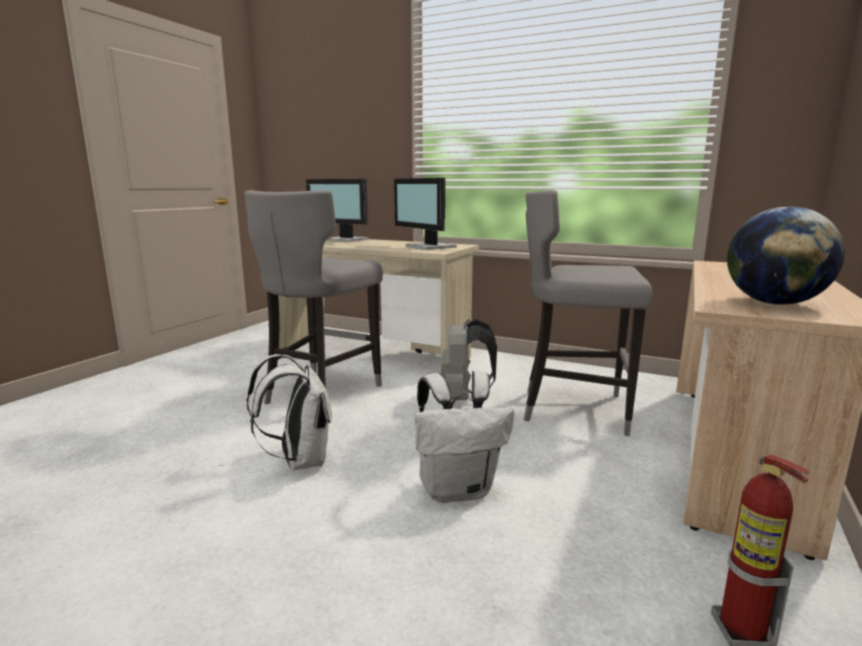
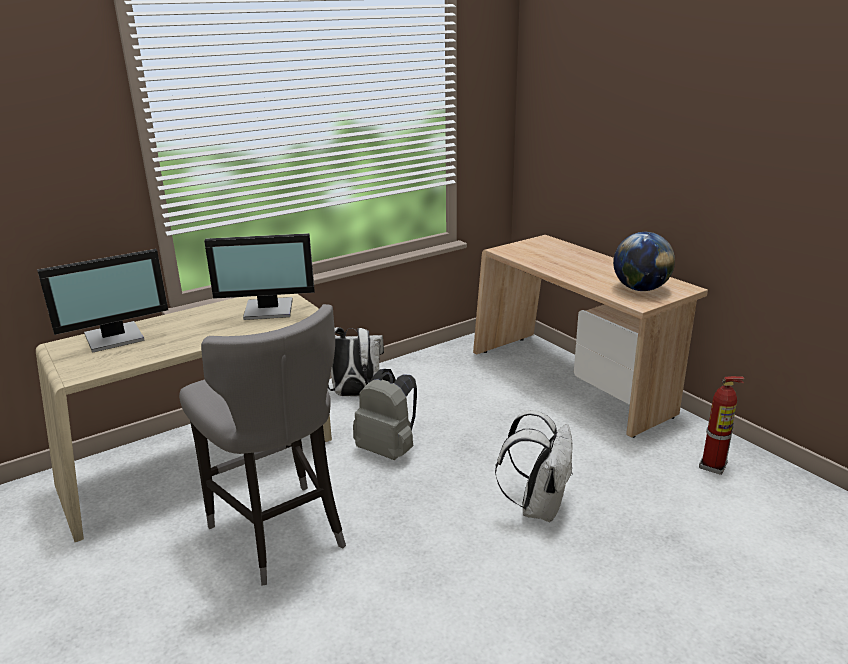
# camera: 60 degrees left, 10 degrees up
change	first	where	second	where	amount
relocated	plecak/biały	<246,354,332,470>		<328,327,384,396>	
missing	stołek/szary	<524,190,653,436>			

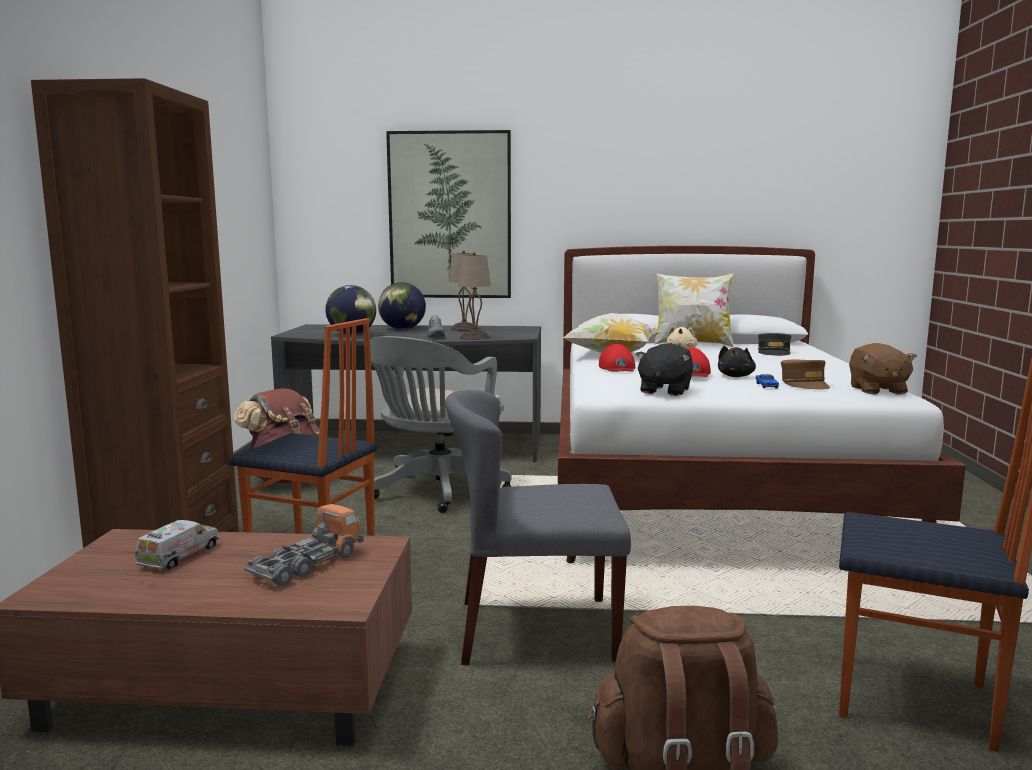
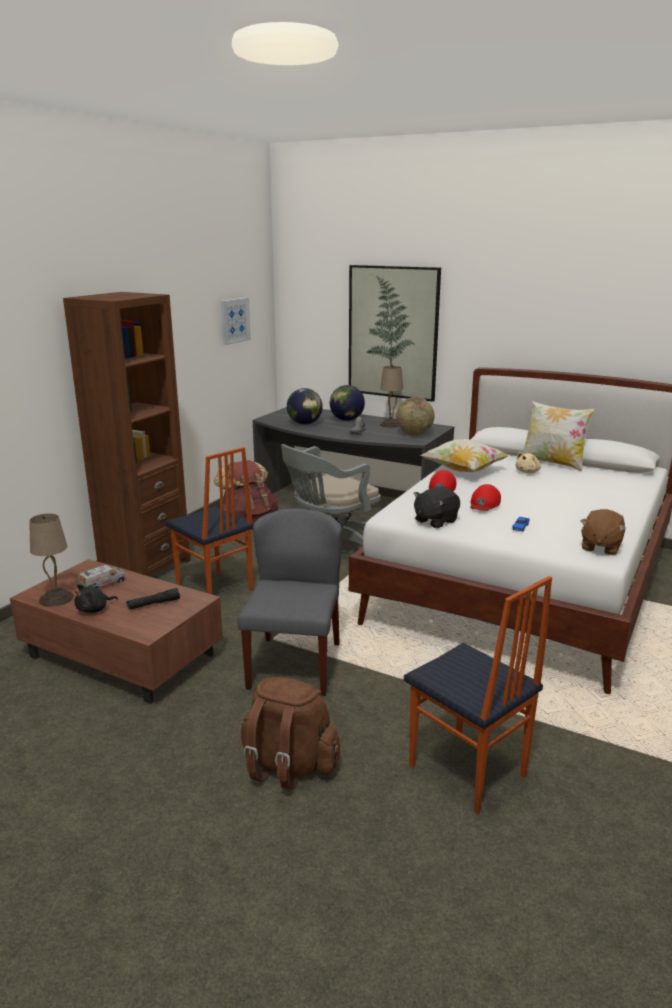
# camera: 25 degrees right, 10 degrees up
change	first	where	second	where	amount
relocated	lampa stołowa/beżowy	<458,252,491,340>		<29,514,74,607>	
relocated	pluszak/czarny	<718,346,756,377>		<75,584,118,613>	
exchanged	ciężarówka zabawkowa	<245,504,364,586>	latarka/czarny	<126,588,180,609>	
appeared			obraz	<221,297,251,345>	
spun	krzesło/szary	<445,390,631,665>		<237,508,342,696>	75 degrees clockwise
appeared			globus	<396,397,434,435>	
missing	czapka z daszkiem/szary	<758,333,791,356>			
missing	czapka z daszkiem/brązowy	<781,360,830,389>			

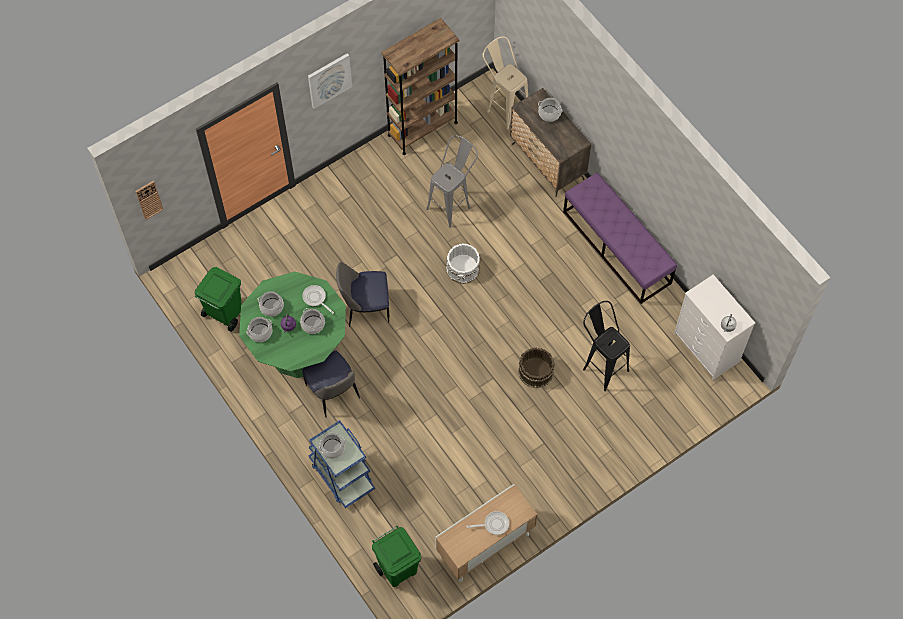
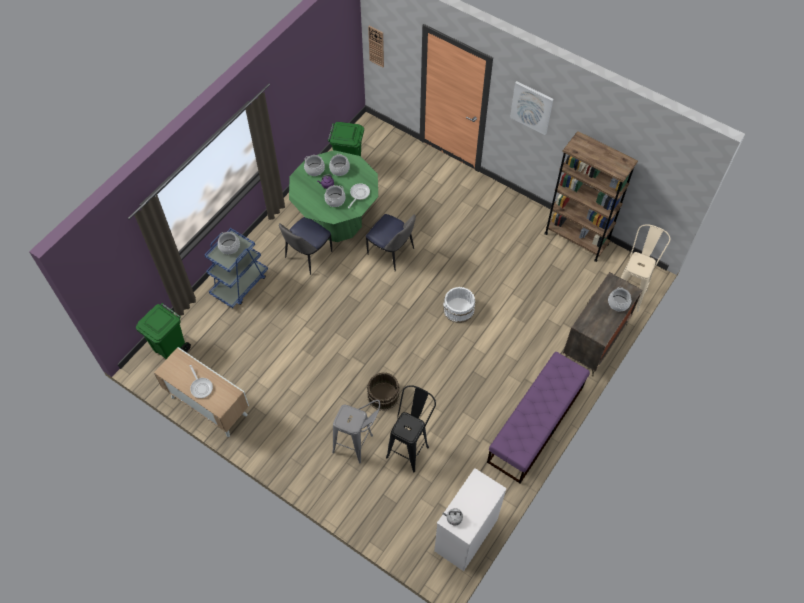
# camera: 70 degrees right, 5 degrees down
change	first	where	second	where	amount
relocated	stołek/szary	<426,135,478,228>		<332,400,380,463>	
spun	krzesło	<336,262,389,327>		<366,214,416,272>	150 degrees clockwise

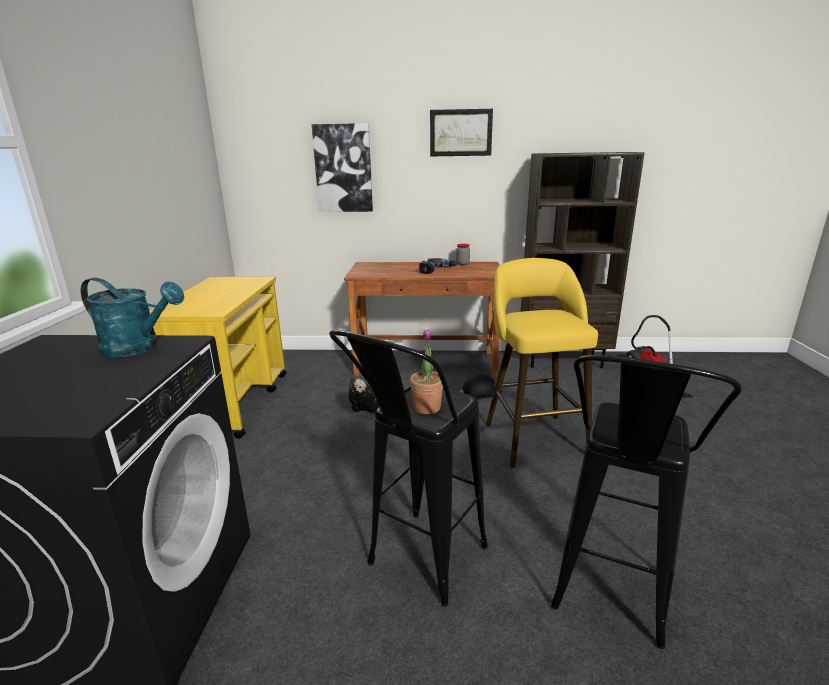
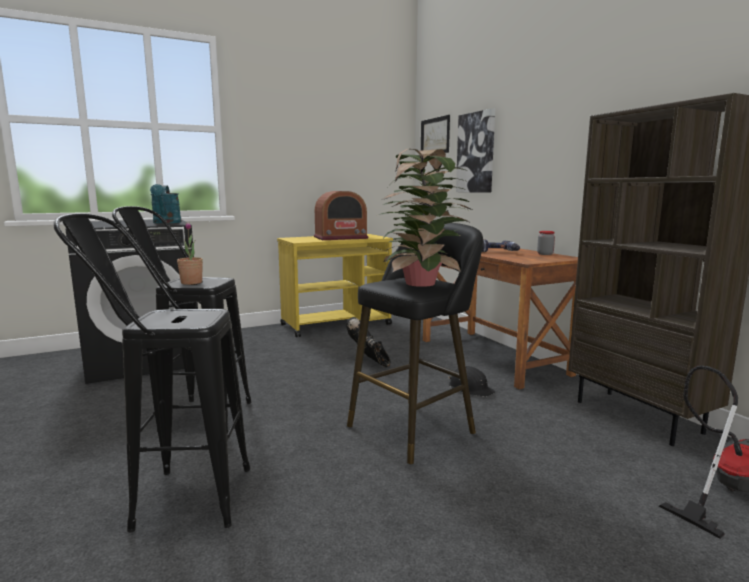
# camera: 60 degrees right, 10 degrees down
change	first	where	second	where	amount
appeared			radio	<314,191,368,240>	
colour	stołek/żółty	<486,258,598,468>	stołek/czarny	<347,223,483,464>	
appeared			roślina doniczkowa	<376,149,472,287>	
relocated	obraz	<430,109,493,157>		<421,115,450,153>	

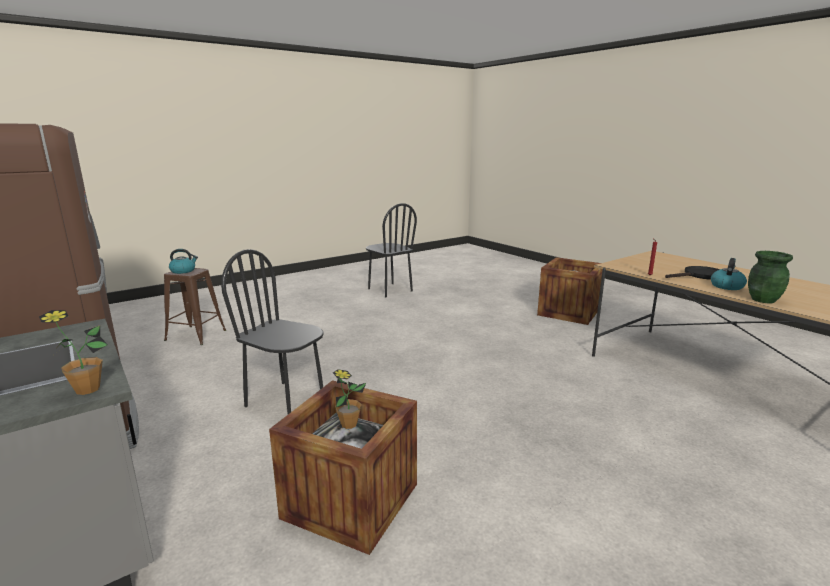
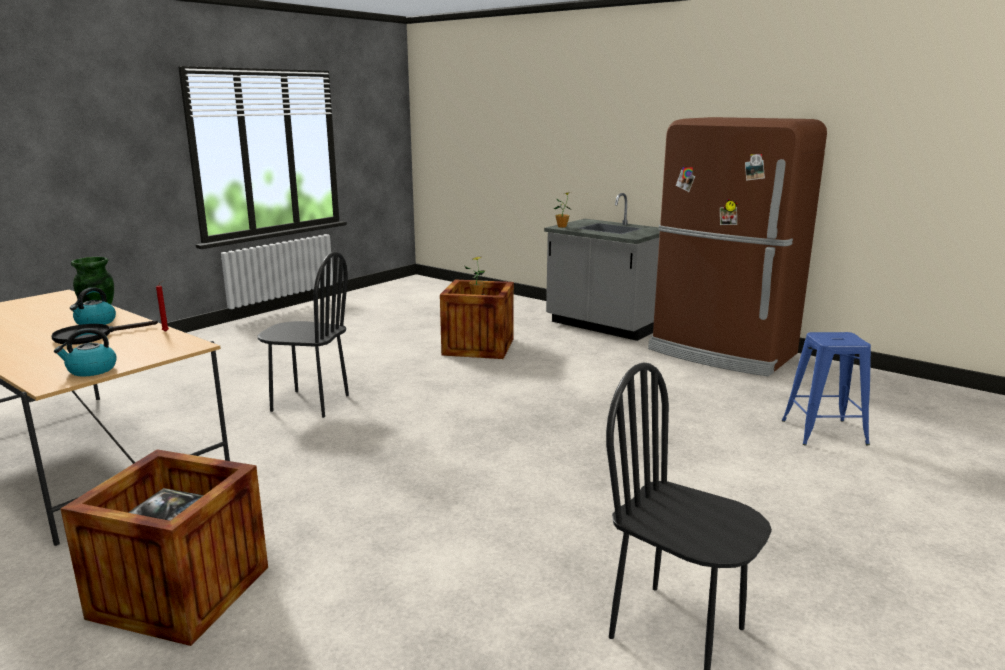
# camera: 165 degrees right, 0 degrees up
change	first	where	second	where	amount
relocated	czajnik	<169,249,198,274>		<54,328,117,376>	
relocated	krzesło/czarny	<221,249,324,414>		<258,251,349,418>	
colour	stołek/brązowy	<164,268,226,345>	stołek/niebieski	<782,332,871,446>	

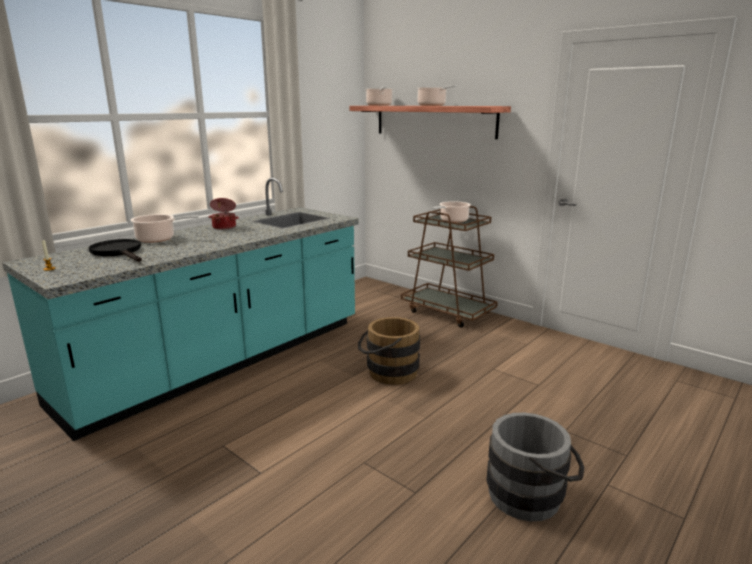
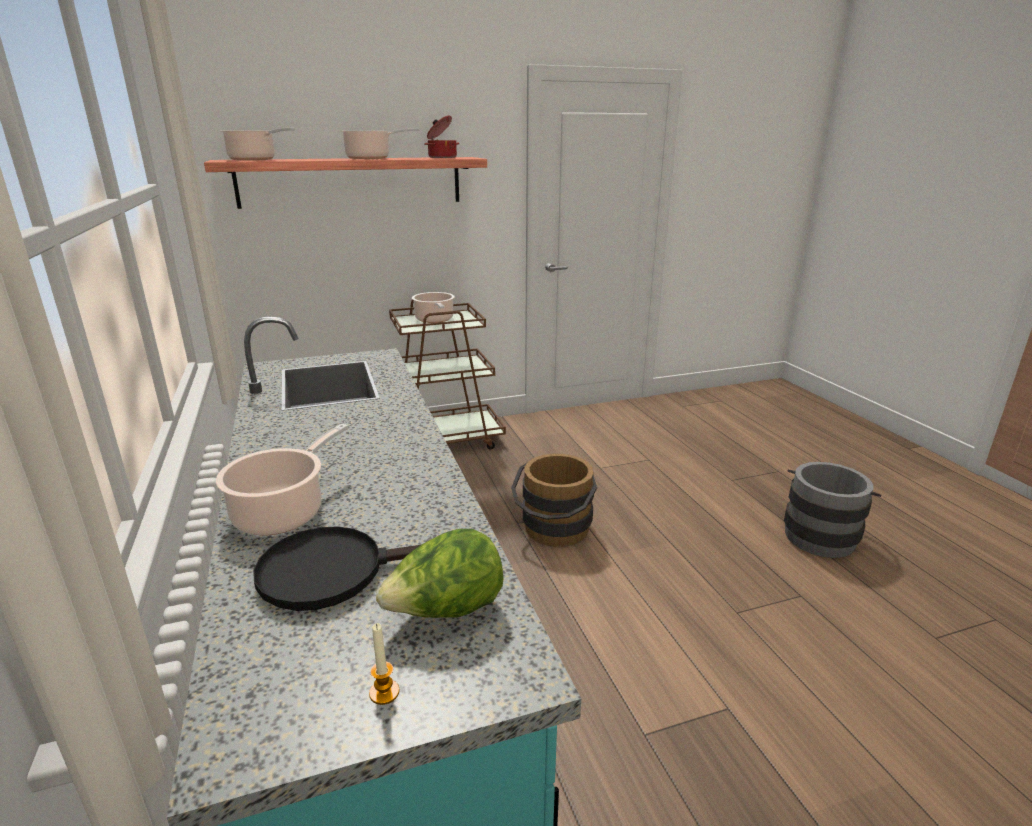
# camera: 60 degrees left, 5 degrees up
change	first	where	second	where	amount
appeared			sałata	<376,529,504,618>	
relocated	garnek	<208,198,239,230>		<424,116,459,158>	

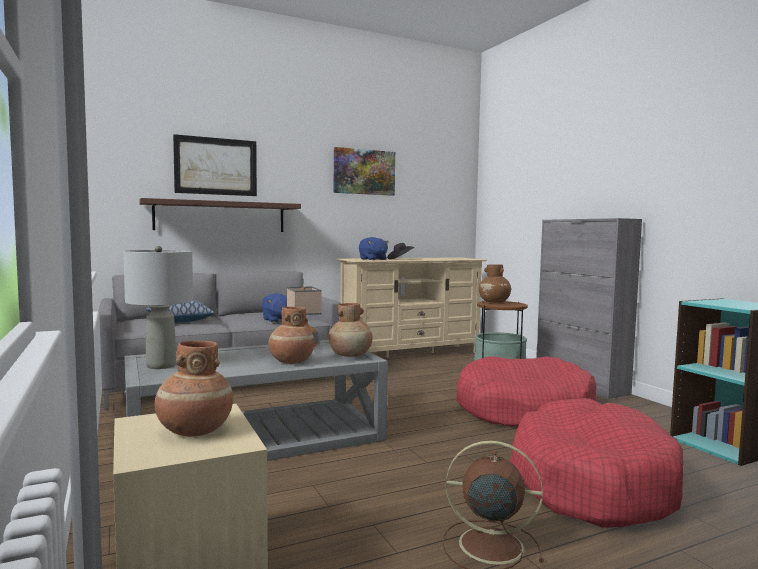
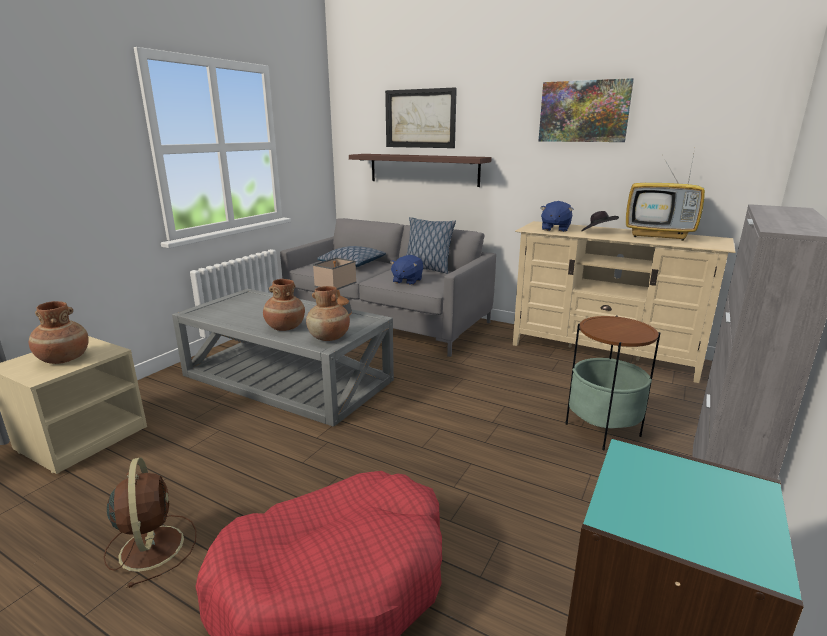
# camera: 55 degrees right, 15 degrees up
change	first	where	second	where	amount
appeared			poduszka	<406,217,456,274>	
appeared			telewizor	<626,149,705,241>	
missing	lampa stołowa/szary	<123,246,193,369>			
missing	legowisko/czerwony	<456,356,596,427>			
missing	wazon/brązowy	<479,264,511,303>			

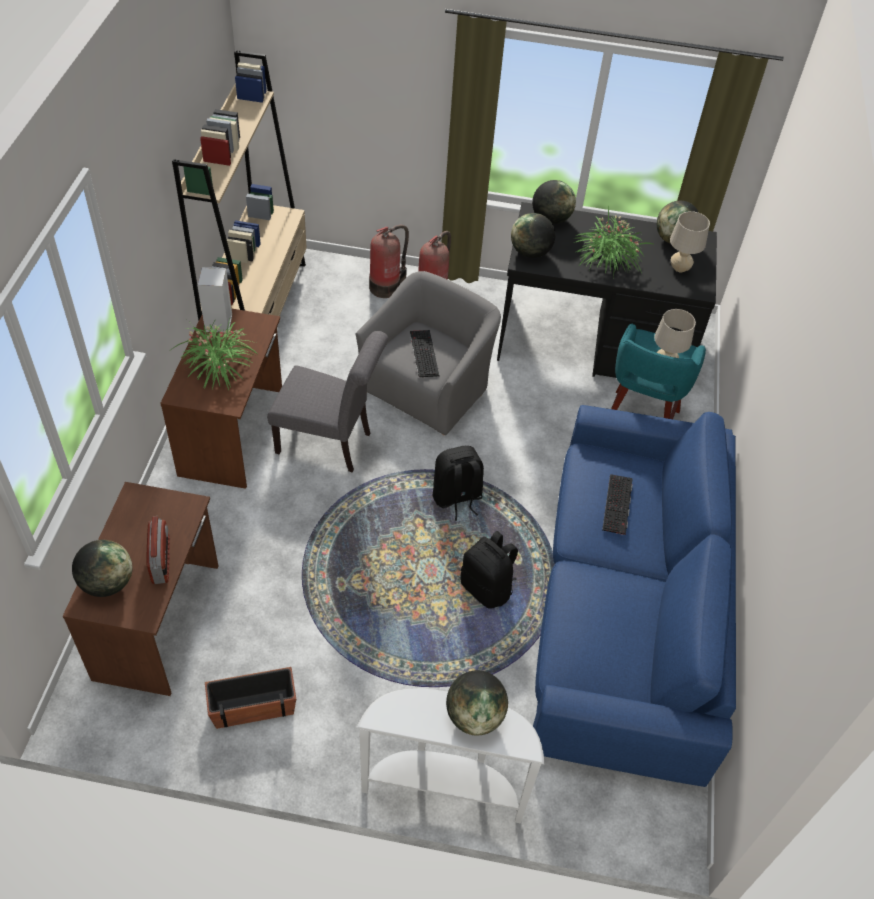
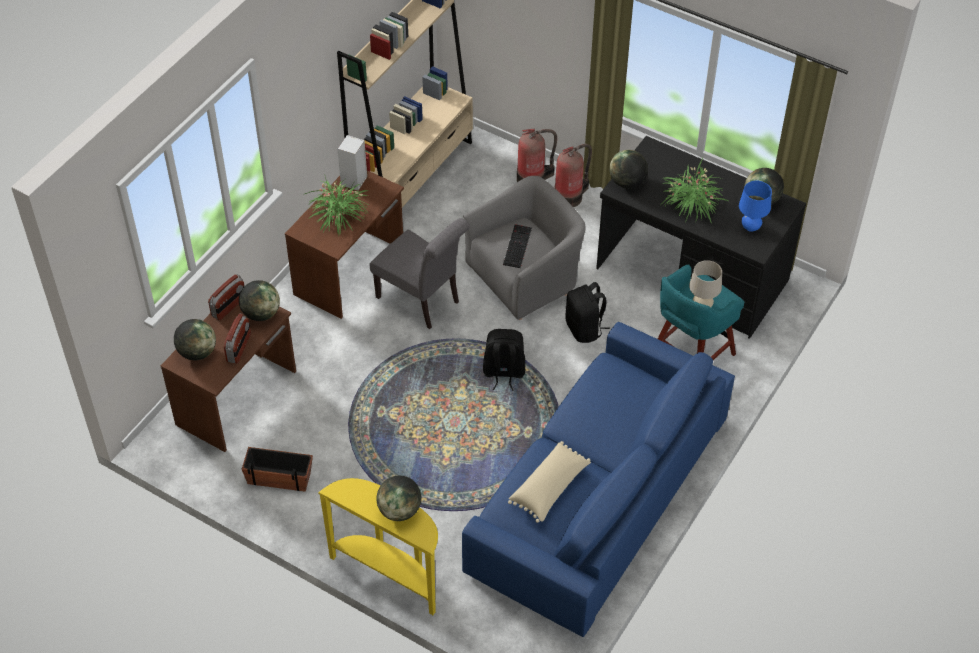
# camera: 25 degrees right, 0 degrees up
change	first	where	second	where	amount
appeared			radio	<208,274,245,321>	
relocated	globus	<532,180,576,224>		<239,280,280,321>	
colour	stolik konsolowy/biały	<356,688,545,824>	stolik konsolowy/żółty	<318,478,438,615>	
appeared			poduszka/beżowy	<508,441,591,523>	
relocated	plecak/czarny	<460,531,518,609>		<565,282,610,343>	
colour	lampa stołowa/beżowy	<670,211,710,272>	lampa stołowa/niebieski	<739,181,772,232>	
missing	klawiatura	<602,474,633,535>			

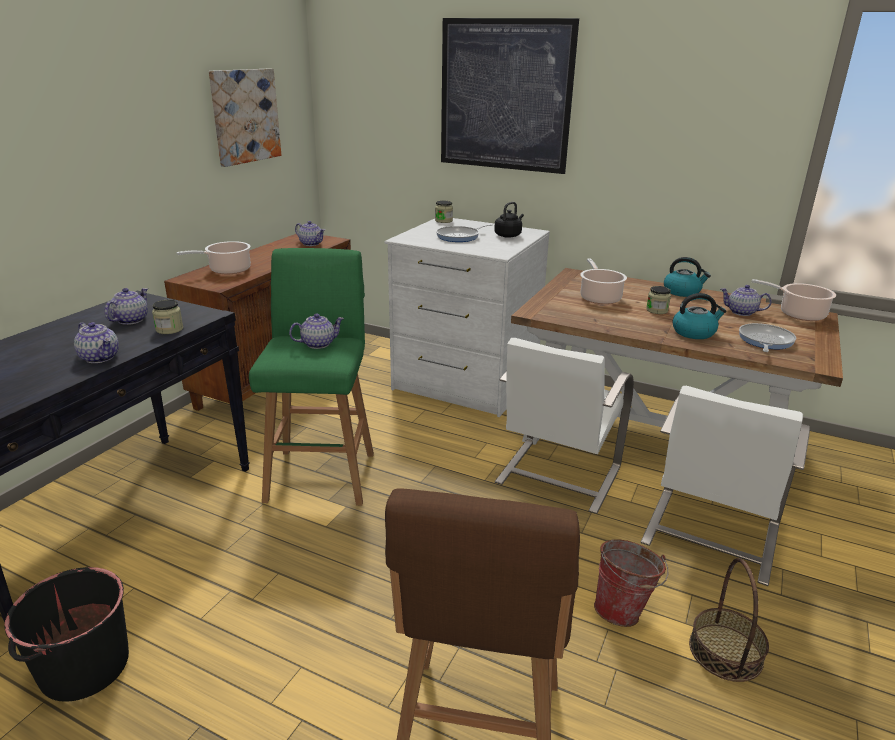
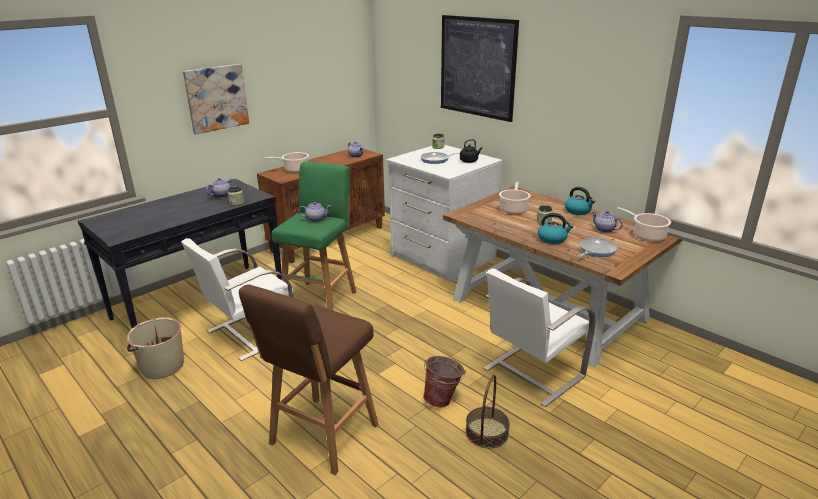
# camera: 20 degrees right, 0 degrees up
change	first	where	second	where	amount
colour	wiadro/czarny	<4,567,129,702>	wiadro/beżowy	<126,317,184,379>	
relocated	krzesło/biały	<495,338,634,514>		<181,238,293,361>	
relocated	obraz	<209,69,281,167>		<183,64,249,134>	
missing	imbryk	<74,322,119,363>			

